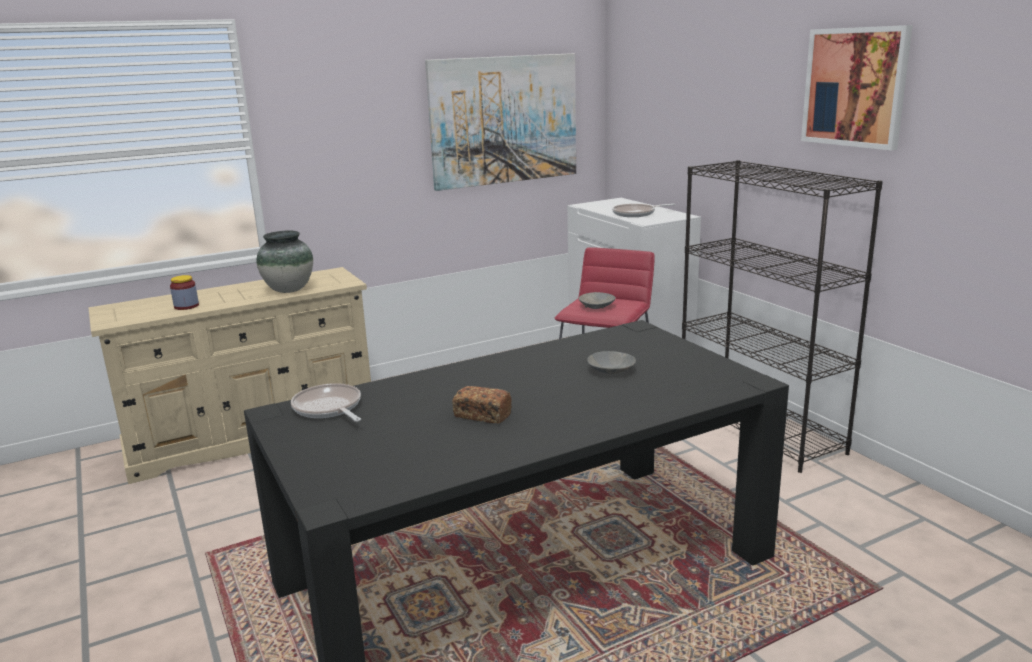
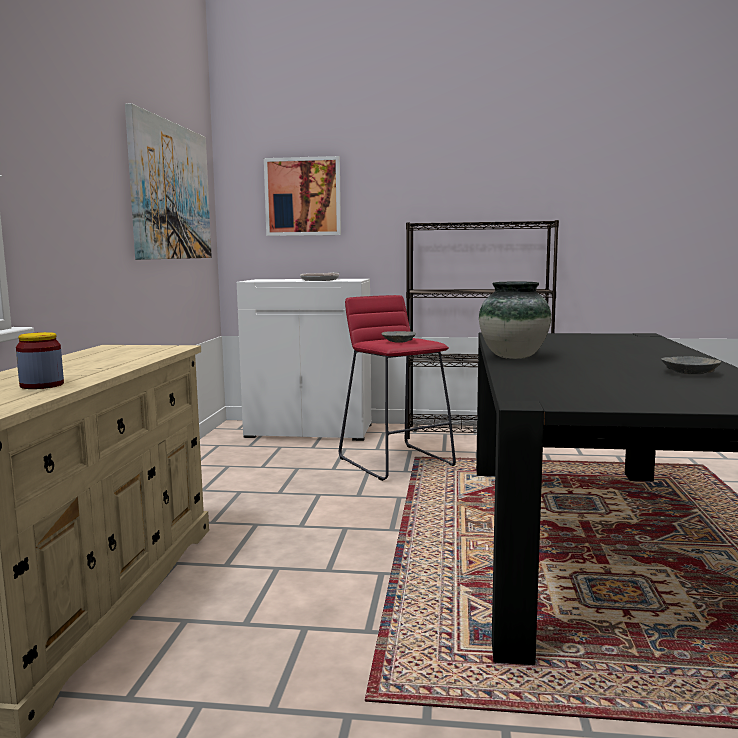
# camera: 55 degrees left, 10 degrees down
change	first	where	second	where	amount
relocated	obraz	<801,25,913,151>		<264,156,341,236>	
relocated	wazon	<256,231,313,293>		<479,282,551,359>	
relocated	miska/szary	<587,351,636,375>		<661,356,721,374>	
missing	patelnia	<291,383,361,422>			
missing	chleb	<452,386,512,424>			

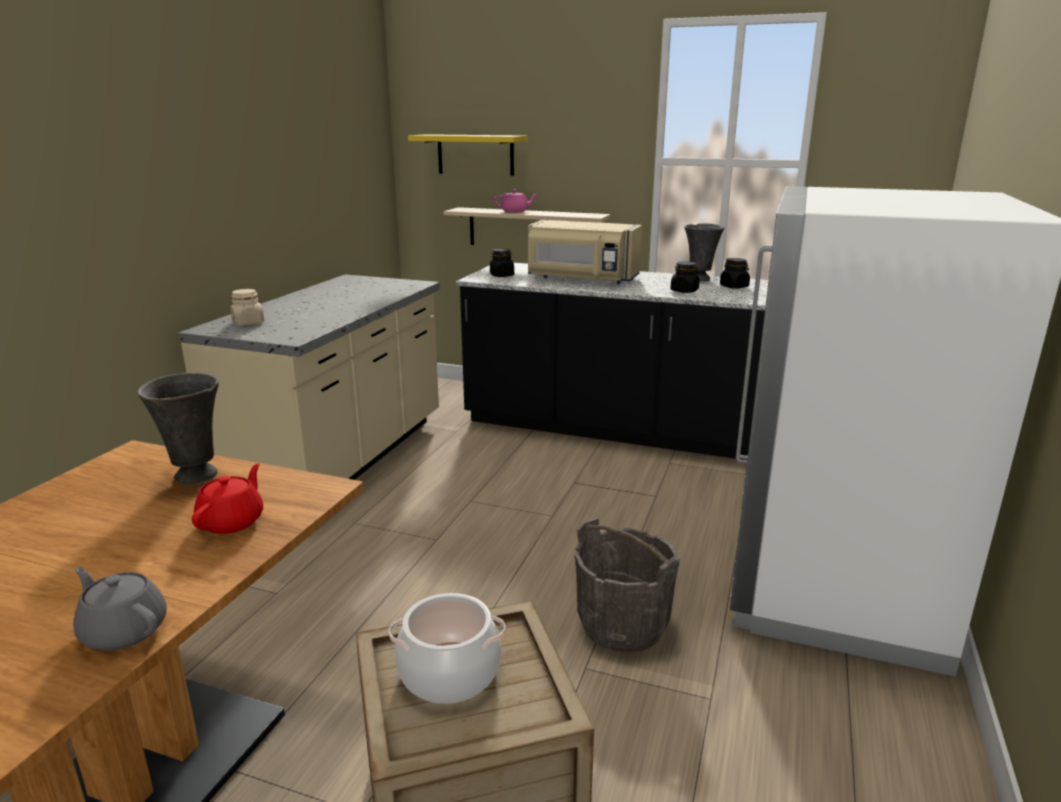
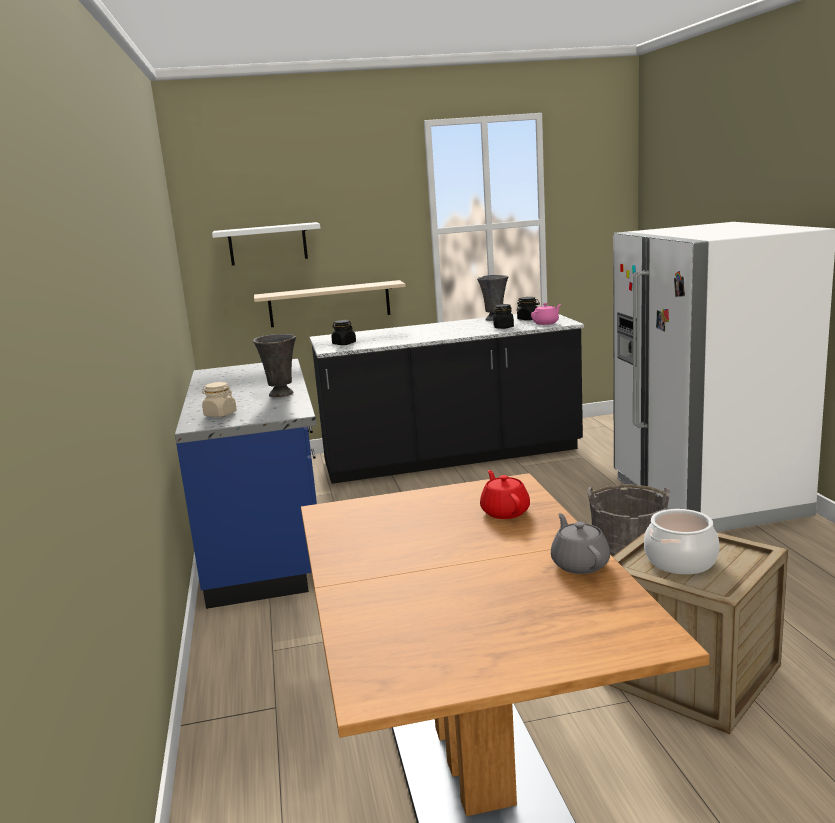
# camera: 30 degrees left, 5 degrees down
change	first	where	second	where	amount
colour	zabudowa kuchenna/beżowy	<178,274,440,480>	zabudowa kuchenna/niebieski	<175,359,317,609>	
colour	półka/żółty	<408,134,527,176>	półka/biały	<212,222,320,266>	
relocated	wazon/szary	<137,373,219,485>		<253,334,296,397>	
relocated	imbryk/różowy	<494,189,537,212>		<531,303,561,325>	
spun	imbryk/szary	<73,567,167,651>		<551,513,610,574>	75 degrees clockwise
missing	mikrofalówka/beżowy	<528,220,642,284>			

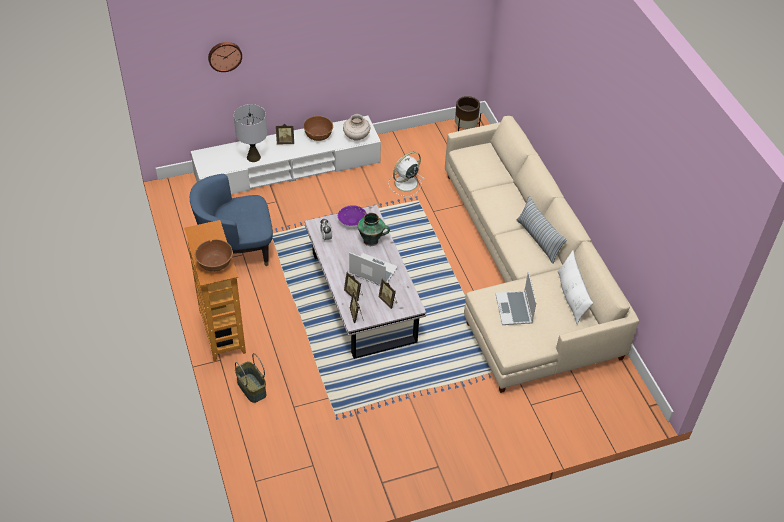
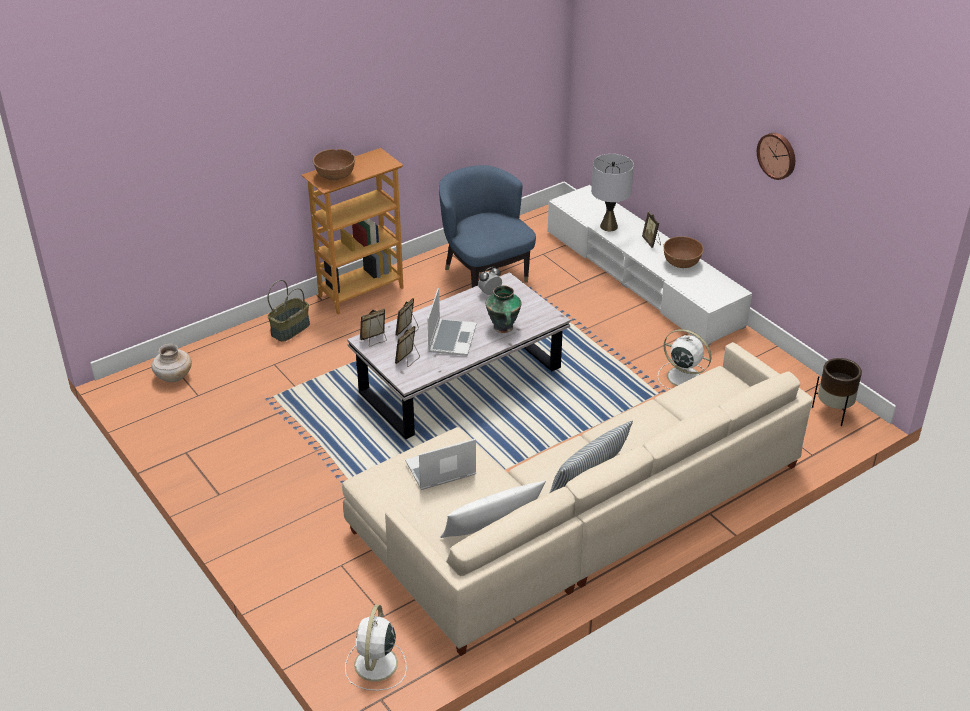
# camera: 75 degrees right, 10 degrees down
change	first	where	second	where	amount
relocated	wazon/beżowy	<343,114,370,141>		<152,344,192,382>	
appeared			wentylator/biały	<345,604,407,691>	
relocated	zegar ścienny	<208,42,242,72>		<757,133,795,180>	
missing	miska/fioletowy	<338,205,367,226>			

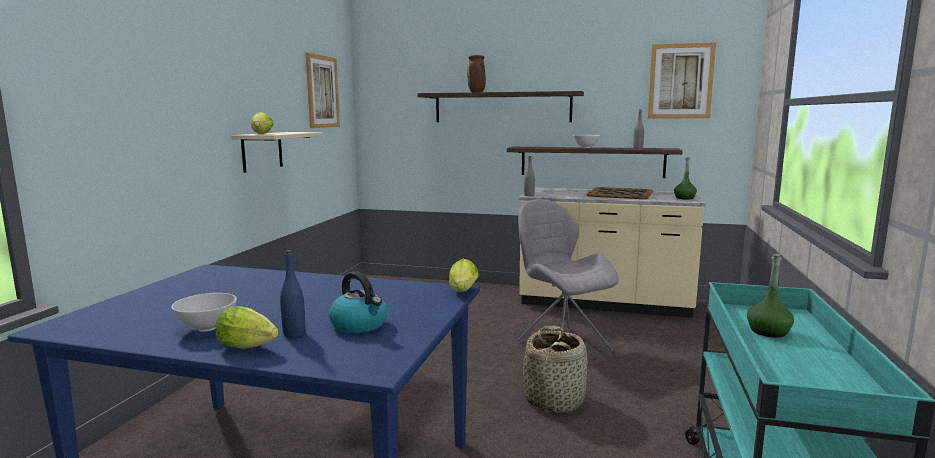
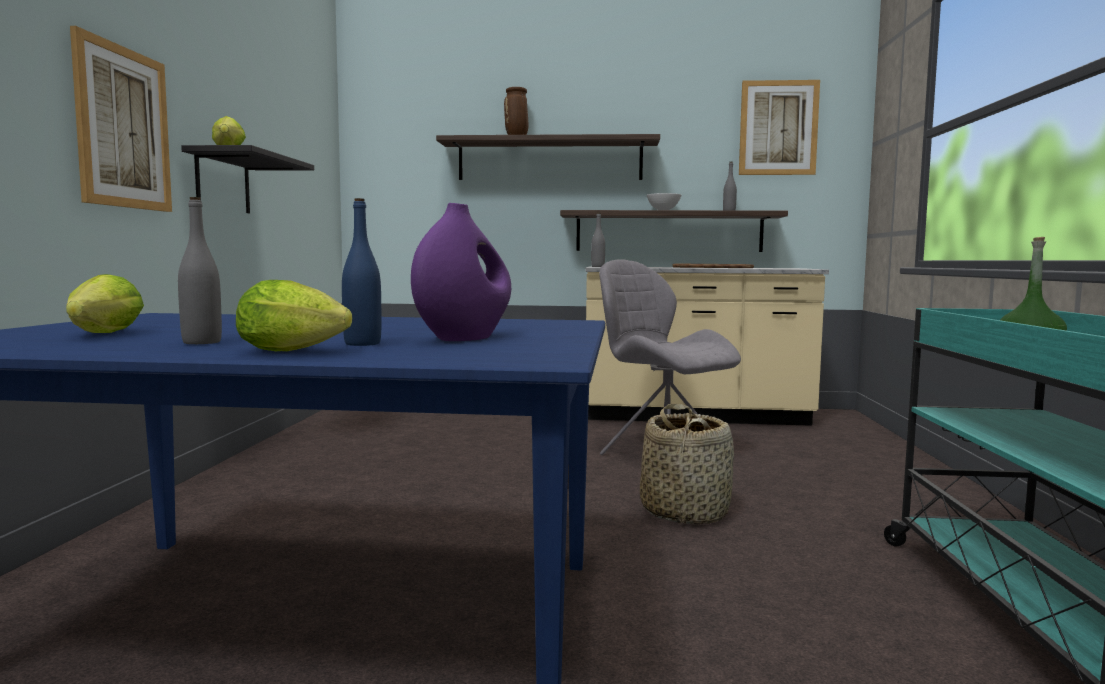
# camera: 10 degrees left, 5 degrees down
change	first	where	second	where	amount
relocated	sałata	<449,259,479,292>		<66,274,144,333>	
relocated	obraz	<306,53,340,128>		<70,26,172,212>	
exchanged	miska/biały	<171,293,237,332>	butelka/szary	<178,197,222,344>	
colour	półka/beżowy	<231,132,324,173>	półka/czarny	<181,145,314,213>	
exchanged	czajnik	<329,271,387,333>	wazon/fioletowy	<411,203,511,341>	
missing	butelka/zielony	<674,157,697,199>			

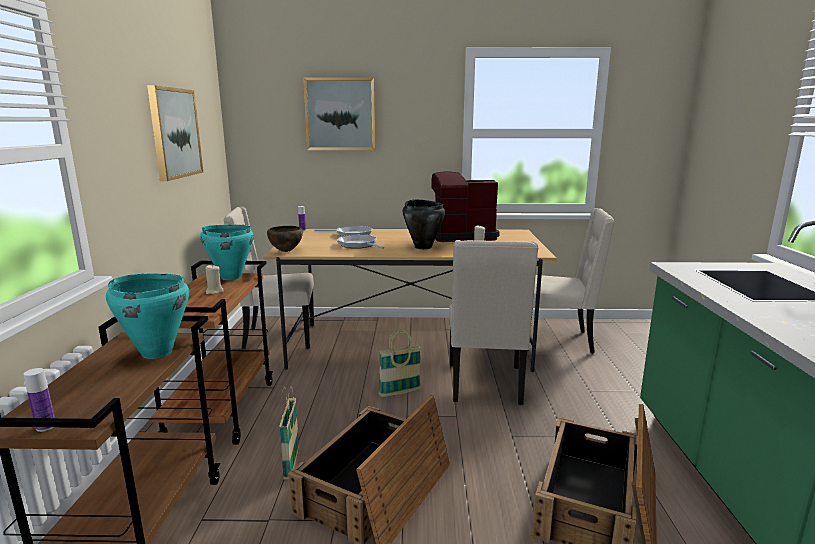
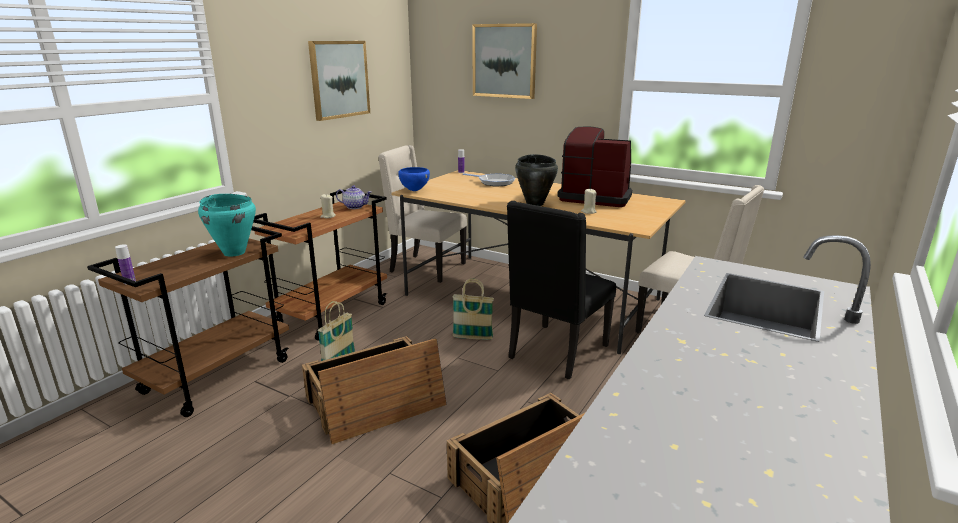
# camera: 30 degrees right, 5 degrees up
change	first	where	second	where	amount
exchanged	garnek/turkusowy	<200,225,254,280>	imbryk	<336,185,372,209>	
colour	miska/brązowy	<267,226,303,252>	miska/niebieski	<398,167,430,191>	
colour	krzesło/beżowy	<449,240,539,405>	krzesło/czarny	<507,201,616,380>	
missing	patelnia	<337,235,384,249>			

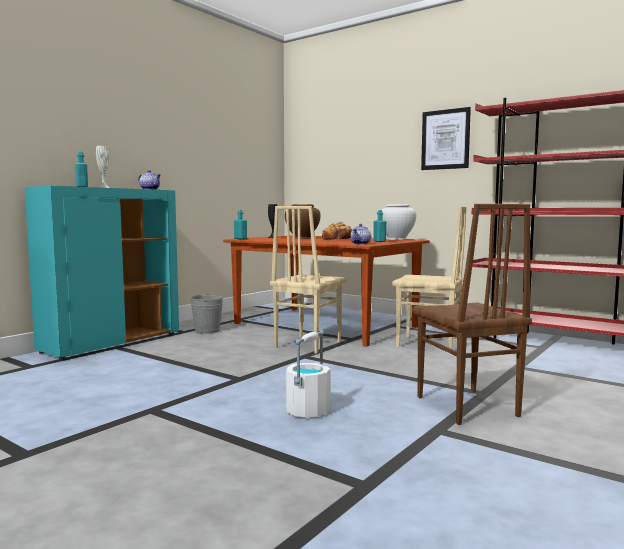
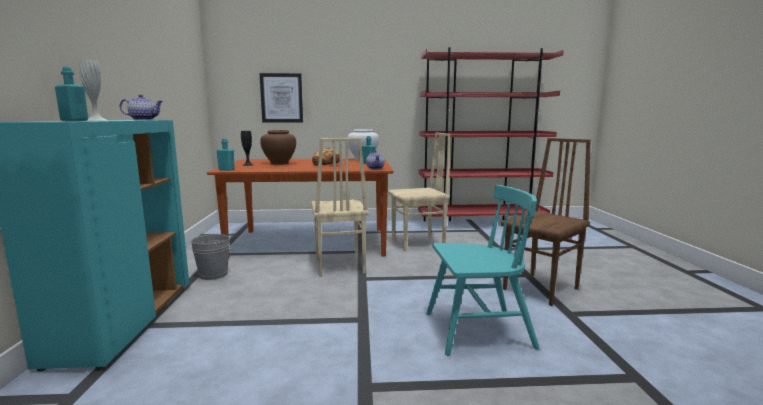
# camera: 40 degrees left, 5 degrees up
change	first	where	second	where	amount
relocated	obraz	<421,107,471,170>		<260,73,303,123>	
exchanged	wiadro/biały	<286,330,331,418>	krzesło/turkusowy	<426,185,539,356>	
spun	krzesło/brązowy	<412,204,532,425>		<501,138,591,306>	75 degrees counterclockwise

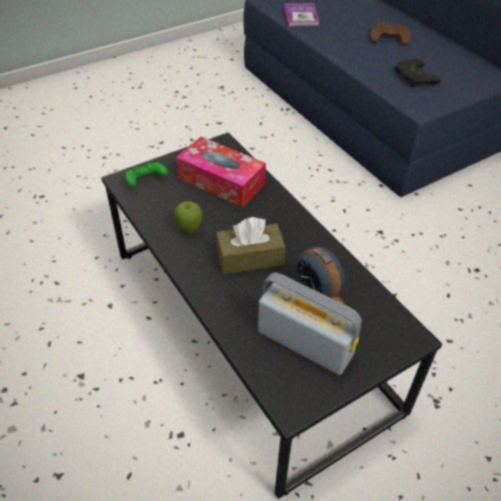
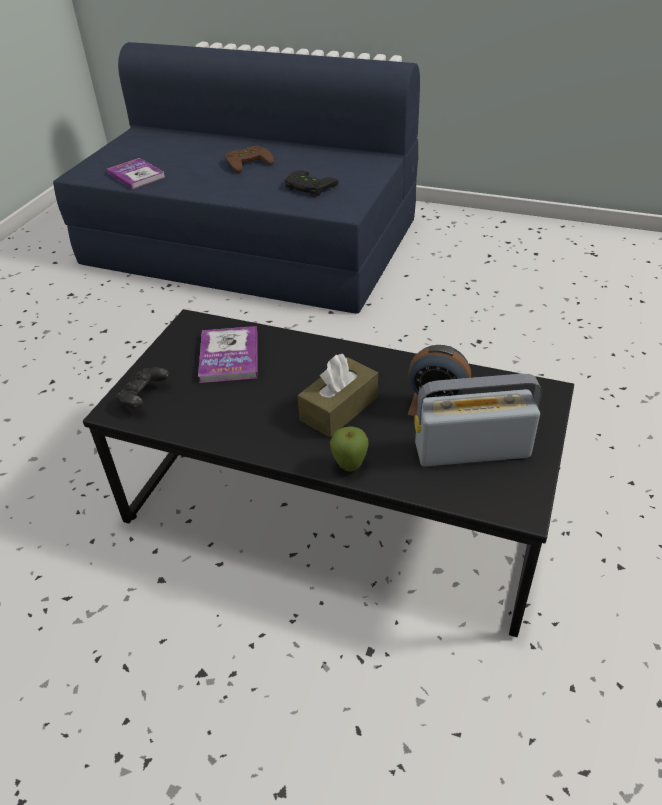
# camera: 35 degrees left, 5 degrees down
change	first	where	second	where	amount
colour	pad do gier/zielony	<125,162,168,187>	pad do gier/czarny	<116,368,169,408>	
exchanged	pudełko chusteczek	<176,137,266,207>	książka	<198,326,258,383>	
relocated	jabłko	<174,201,203,234>		<330,426,369,472>	

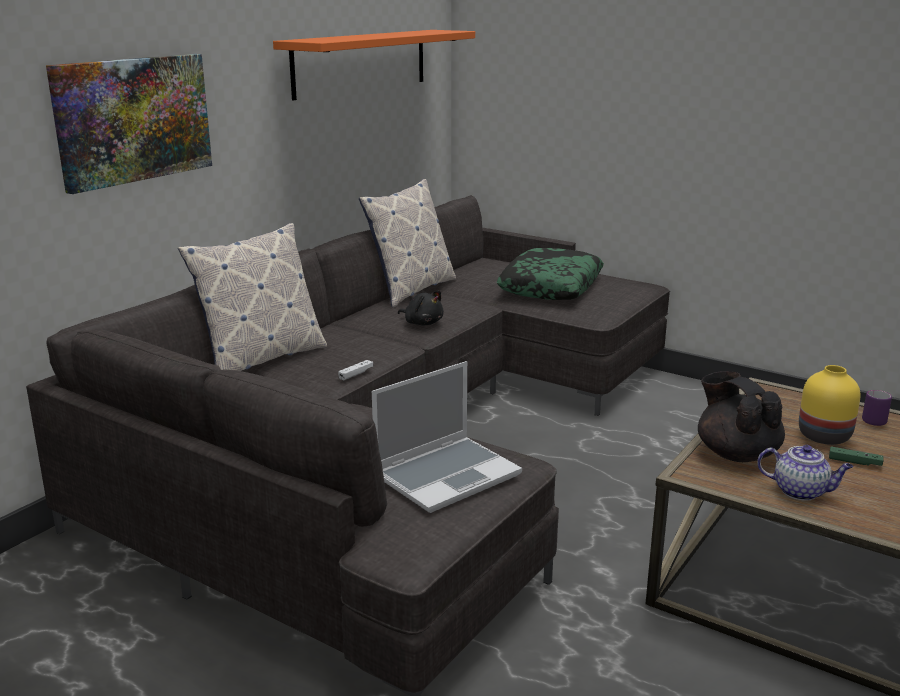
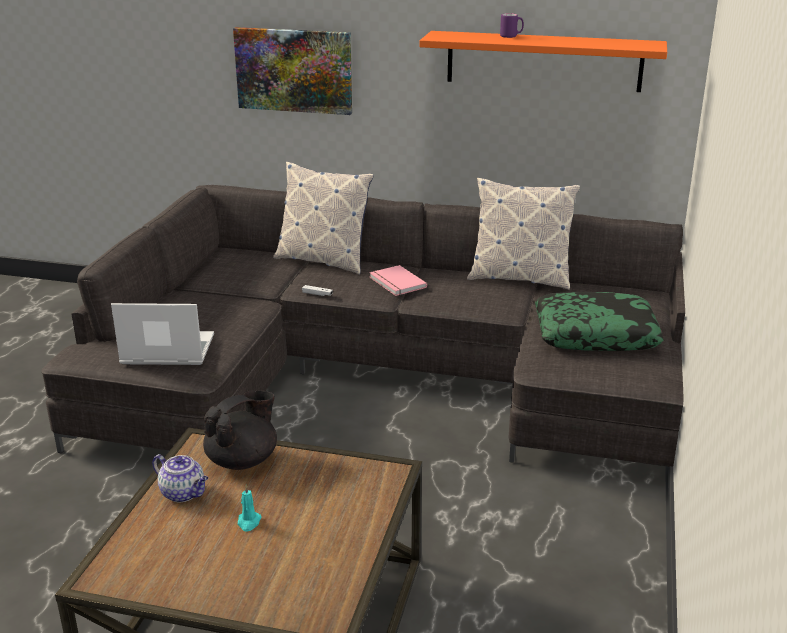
# camera: 70 degrees right, 5 degrees up
change	first	where	second	where	amount
spun	laptop	<372,361,522,513>		<111,303,214,365>	150 degrees clockwise
spun	imbryk	<757,445,853,501>		<152,454,208,502>	60 degrees counterclockwise
exchanged	pad do gier/zielony	<829,447,884,466>	świeca/turkusowy	<238,485,262,532>	
appeared			książka/różowy	<369,265,427,296>	
relocated	kubek/fioletowy	<862,390,892,426>		<500,13,524,38>	
missing	pluszak/czarny	<398,290,444,325>			
missing	wazon/żółty	<799,365,861,445>			

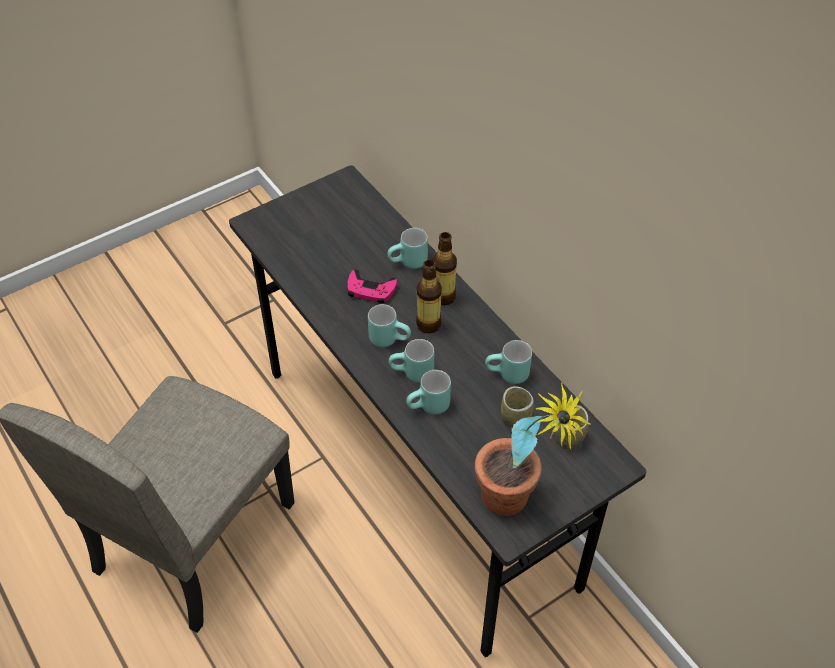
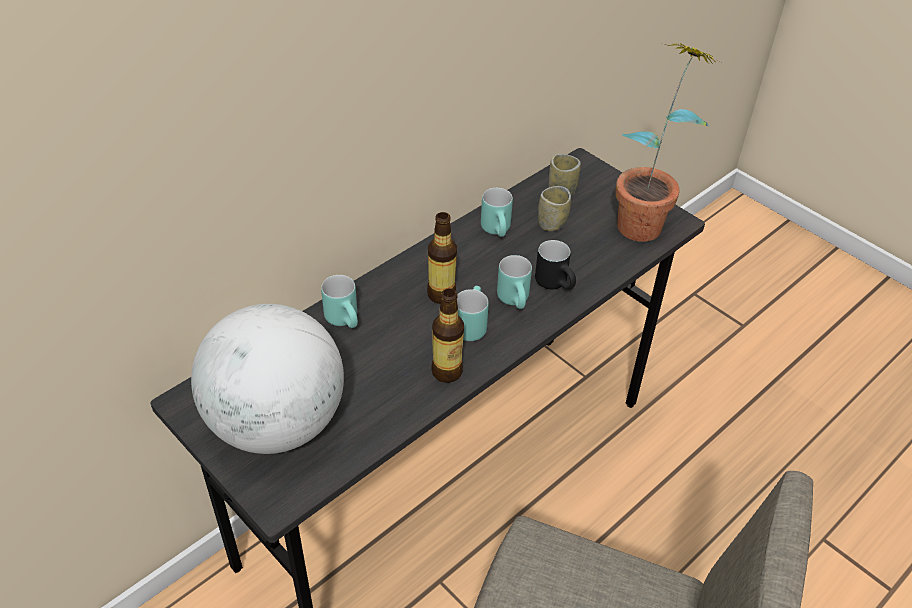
# camera: 100 degrees left, 5 degrees down
change	first	where	second	where	amount
appeared			globus	<191,304,344,454>	
relocated	butelka	<432,232,457,305>		<431,289,464,383>	
colour	kubek/turkusowy	<406,370,451,414>	kubek/czarny	<535,240,576,290>	
missing	pad do gier/różowy	<348,269,397,304>			

